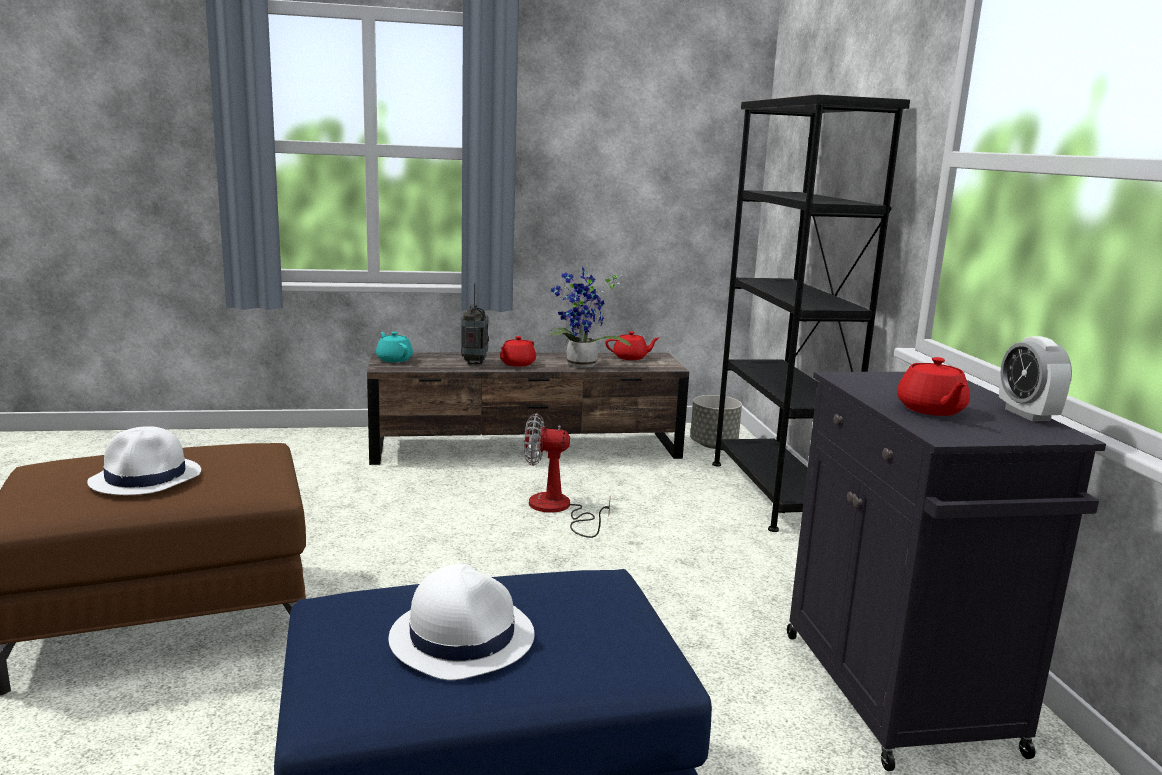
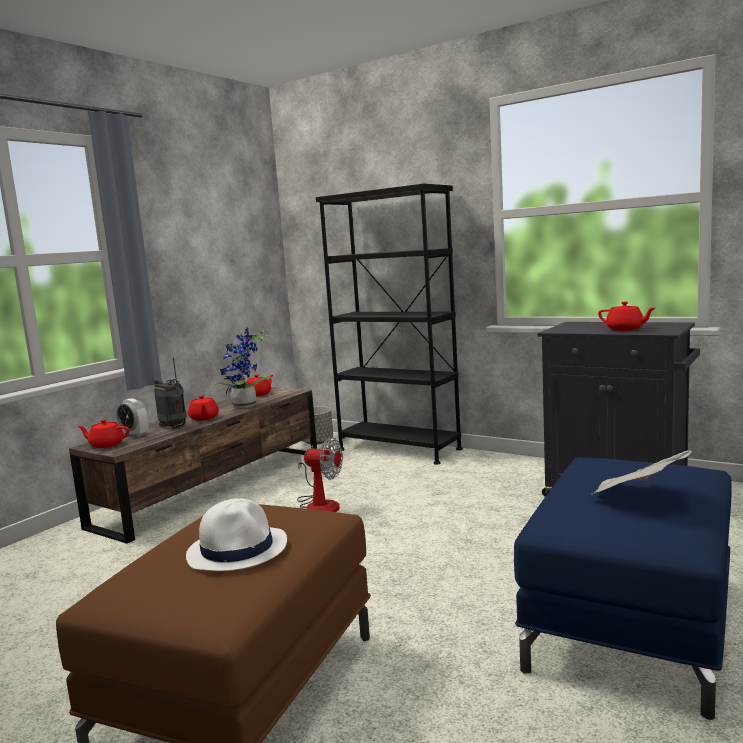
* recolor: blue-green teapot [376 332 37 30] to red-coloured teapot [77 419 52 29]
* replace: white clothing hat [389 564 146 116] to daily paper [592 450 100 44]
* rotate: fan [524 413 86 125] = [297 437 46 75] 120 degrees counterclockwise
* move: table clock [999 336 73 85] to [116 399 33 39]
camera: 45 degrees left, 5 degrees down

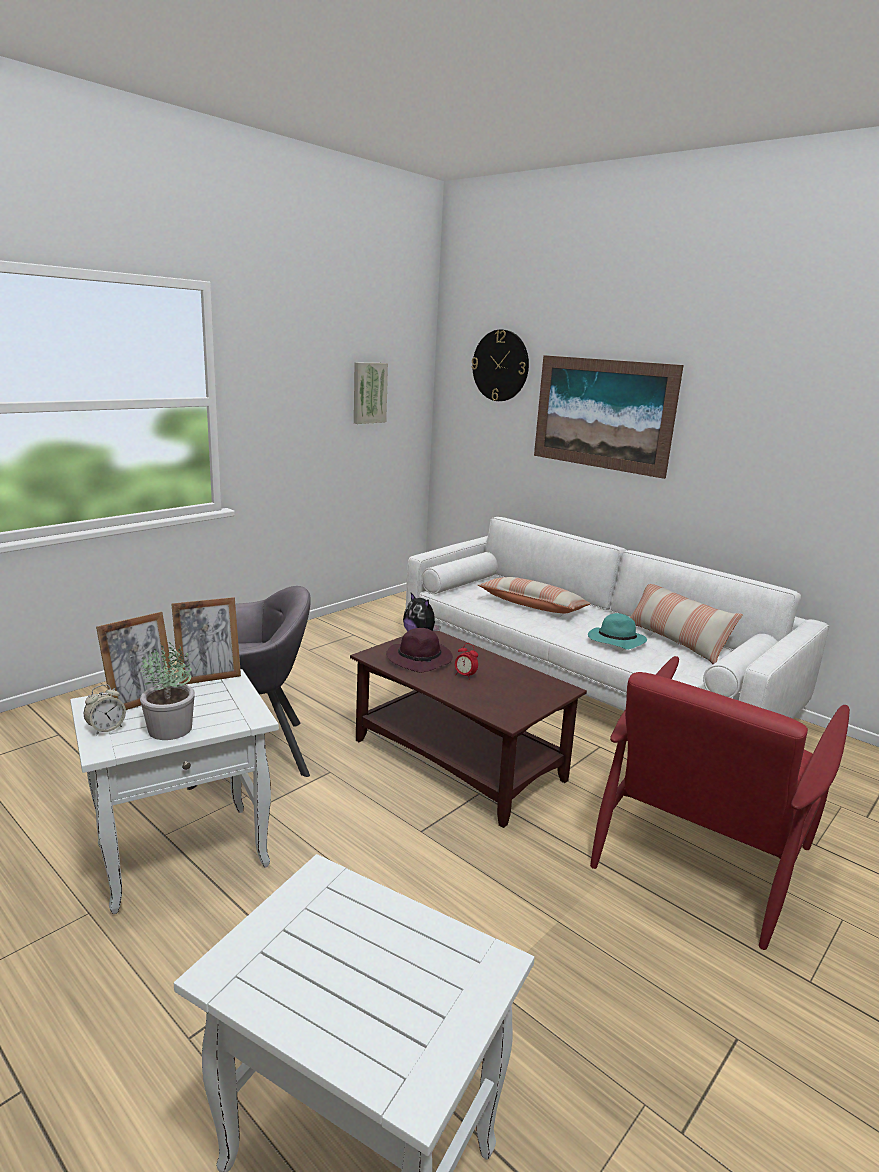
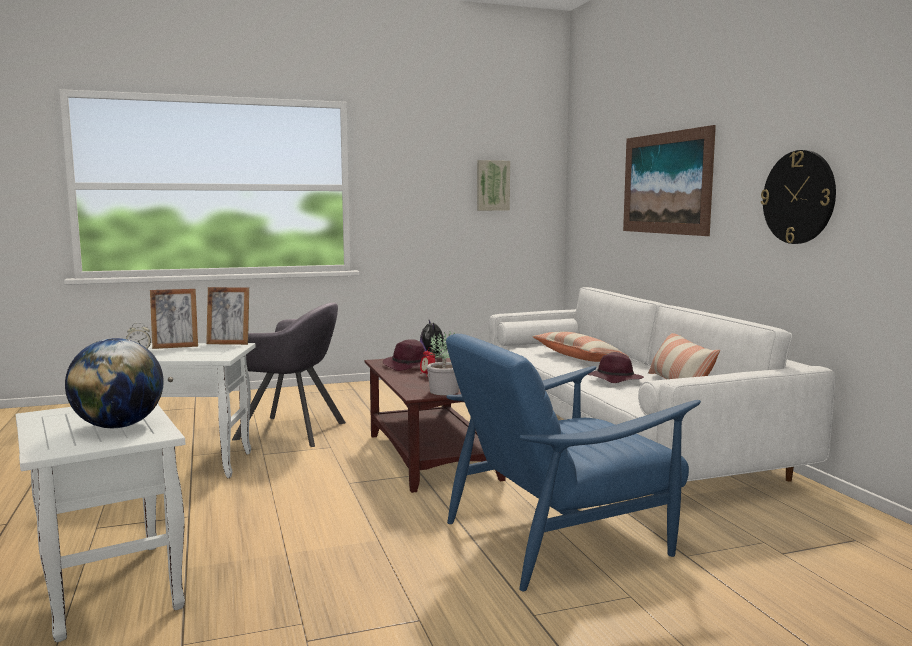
* move: plant in a pot [140 642 55 98] to [427 331 32 64]
* move: hanging clock [471 329 58 72] to [761 150 75 94]
* recolor: blue-green clothing hat [588 613 59 37] to purplish clothing hat [588 352 56 31]
* recolor: red-coloured armchair [590 656 260 294] to bluish armchair [446 334 255 257]
* insert: desk globe [65 338 99 90]
camera: 30 degrees right, 10 degrees down

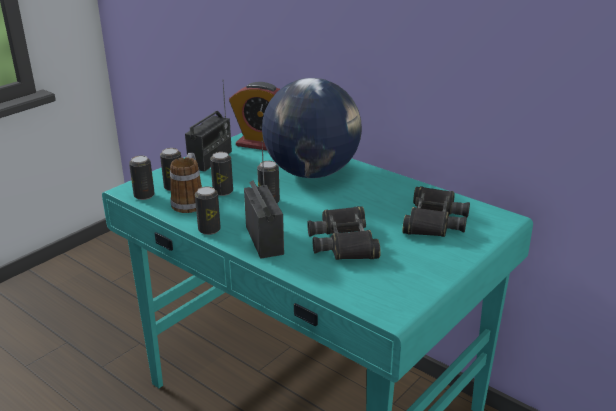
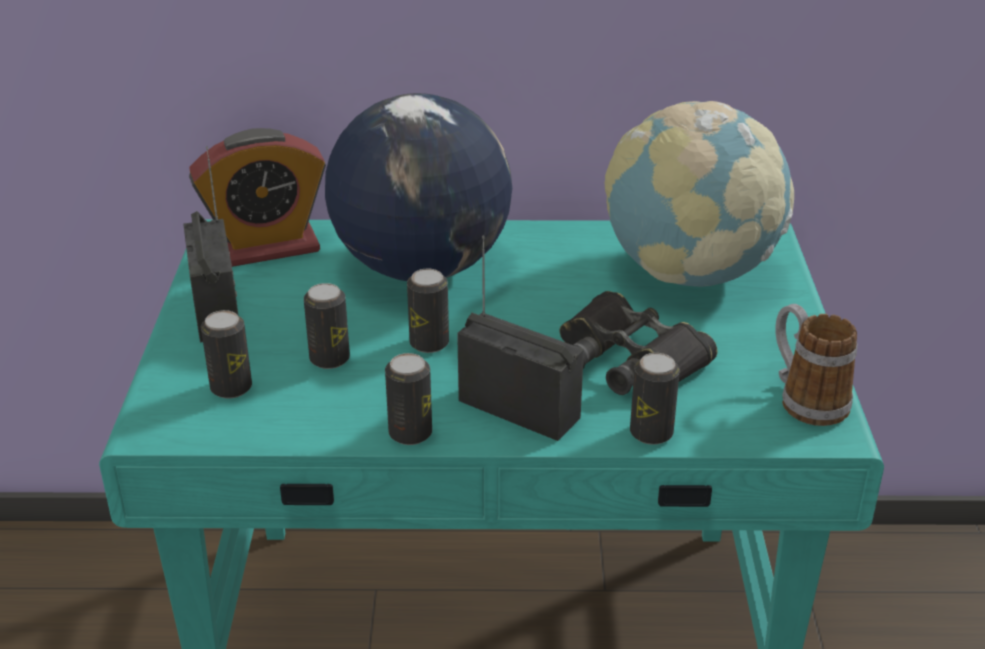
* move: can [129 155 26 45] to [630 353 50 92]
* move: mug [170 153 32 60] to [775 304 83 122]
* replace: black binoculars [402 186 68 51] to desk globe [605 101 189 186]
camera: 40 degrees left, 5 degrees up

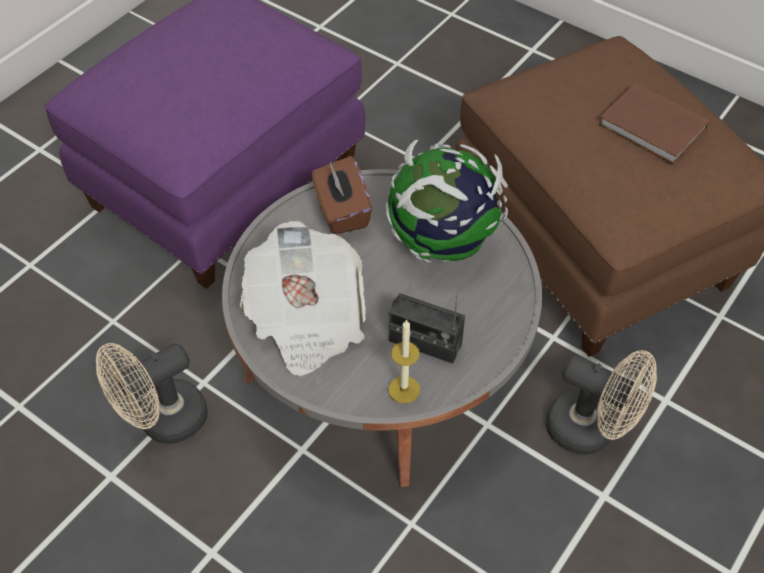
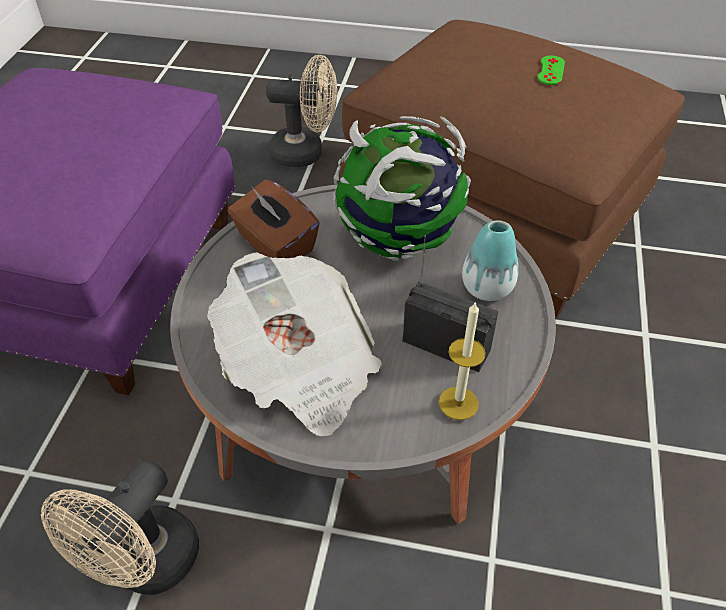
* rotate: radio receiver [389 293 76 71] = [403 235 96 137] 150 degrees counterclockwise
* move: beige fan [546 350 111 105] to [266 55 71 112]
* replace: brownish book [599 84 110 80] to green-coloured joypad [537 56 28 29]
* insert: vase [462 220 56 81]
camera: 25 degrees left, 5 degrees down

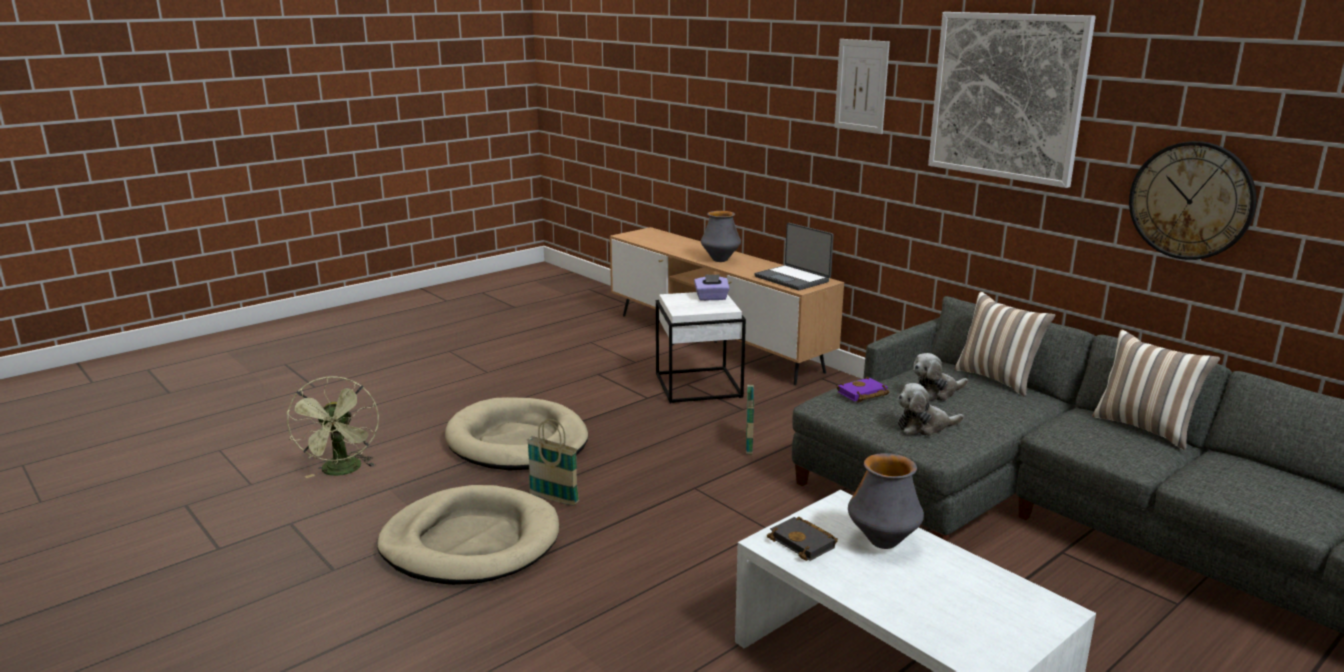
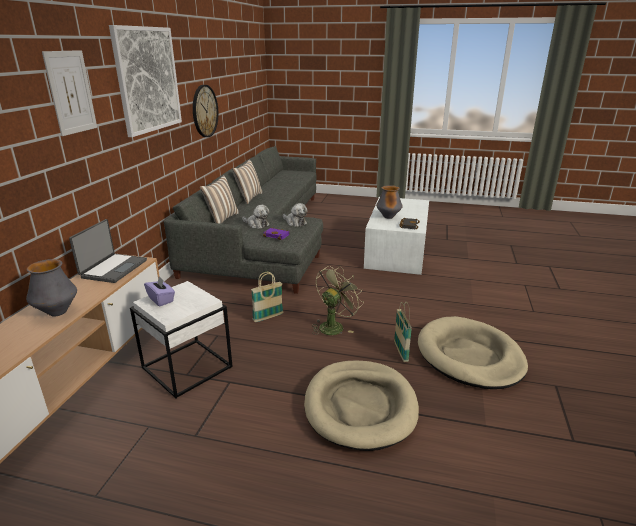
* move: green-coloured fan [286 376 93 102] to [312 266 52 69]
camera: 125 degrees left, 5 degrees up

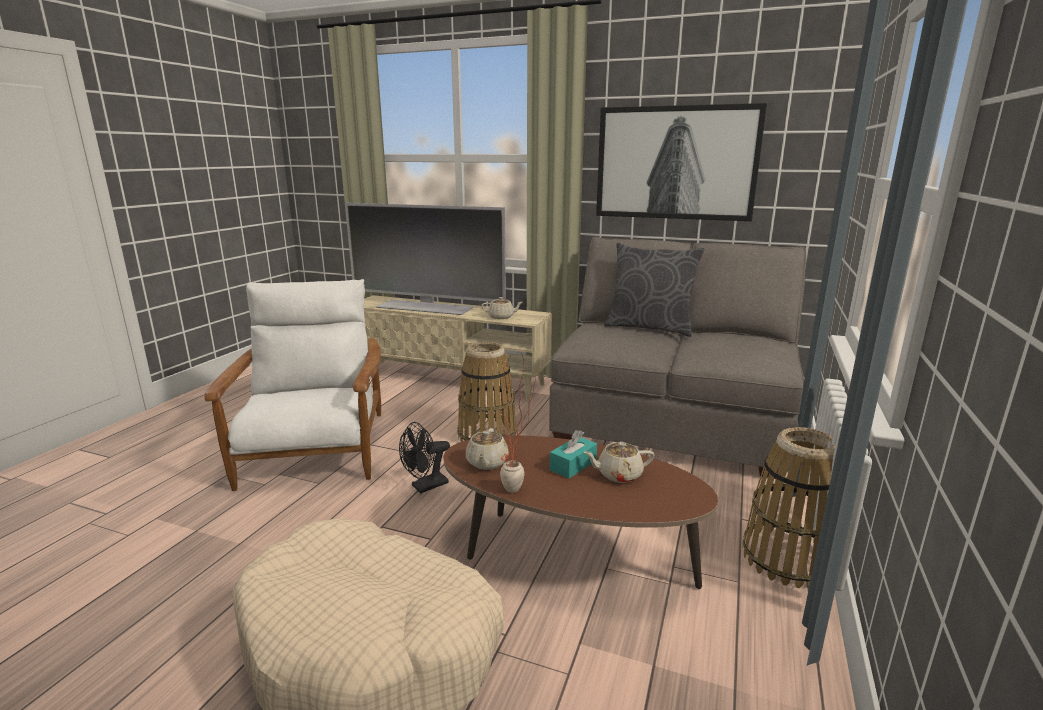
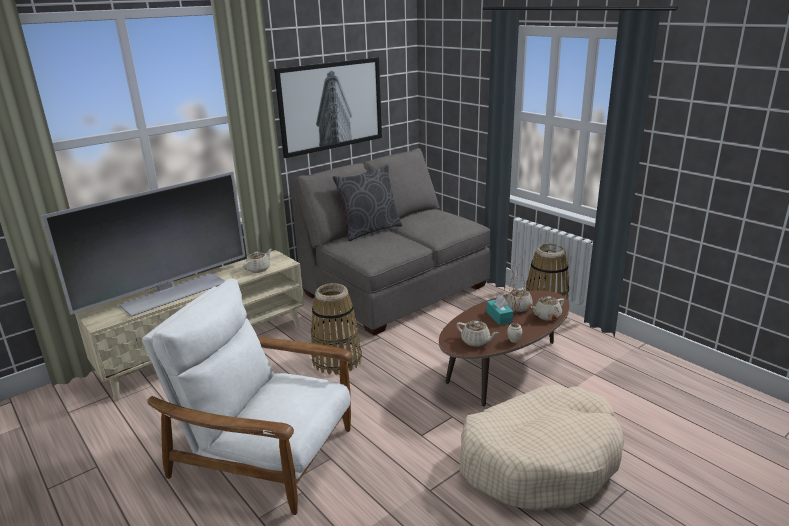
* delete: black fan [399 422 51 71]
* insert: beige teapot [531 296 34 25]
camera: 60 degrees left, 5 degrees up

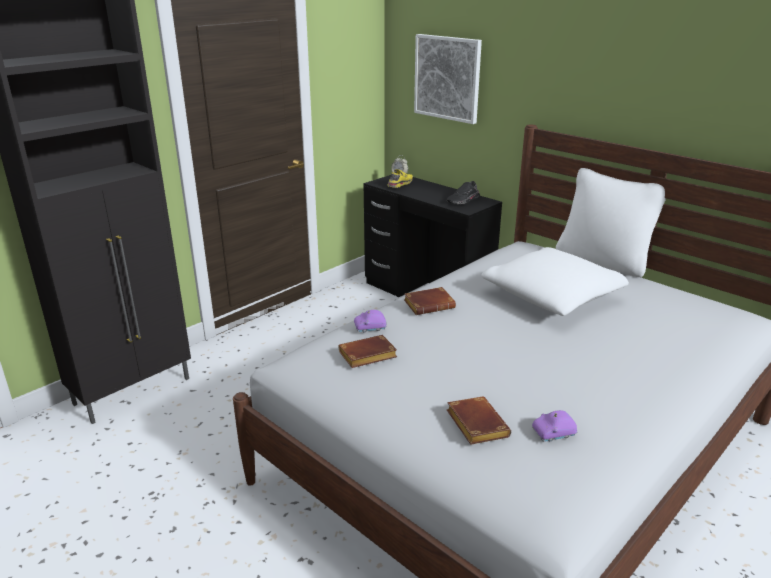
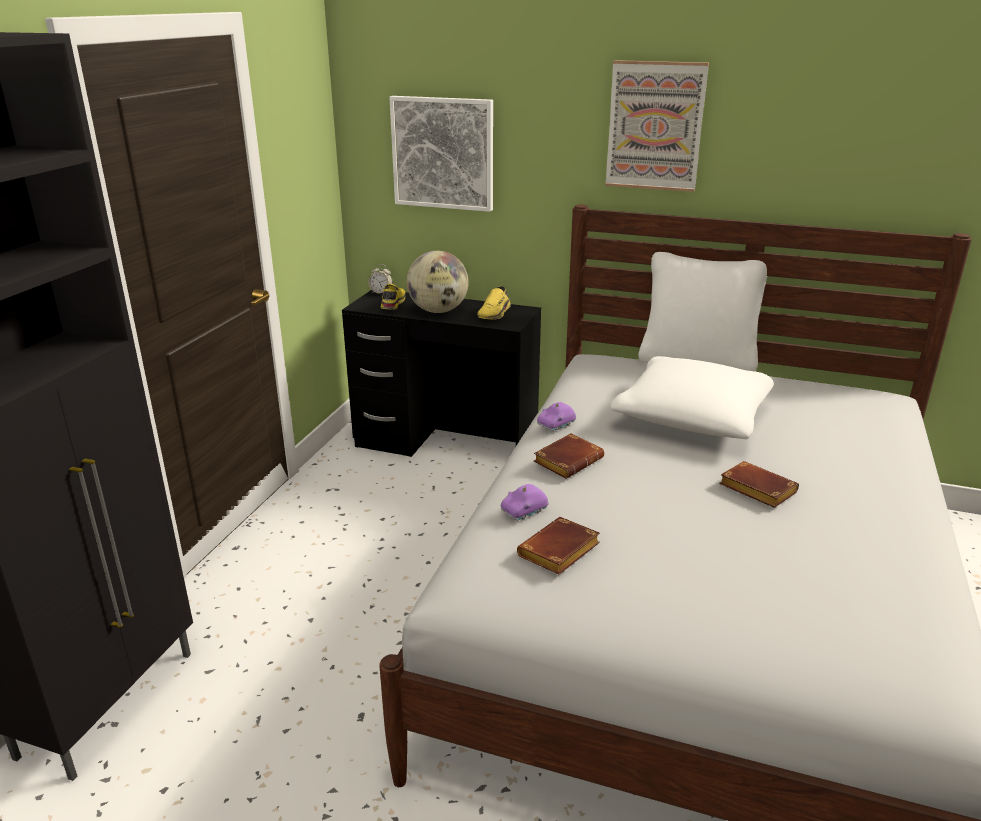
* recolor: black item of footwear [447 181 33 24] to yellow item of footwear [477 286 34 33]
* move: brownish book [447 397 64 48] to [719 461 80 47]
* move: purplish toy car [532 410 45 32] to [537 402 39 29]
* insert: desk globe [407 251 62 62]
* insert: wall picture [605 60 104 132]
camera: 25 degrees left, 0 degrees up

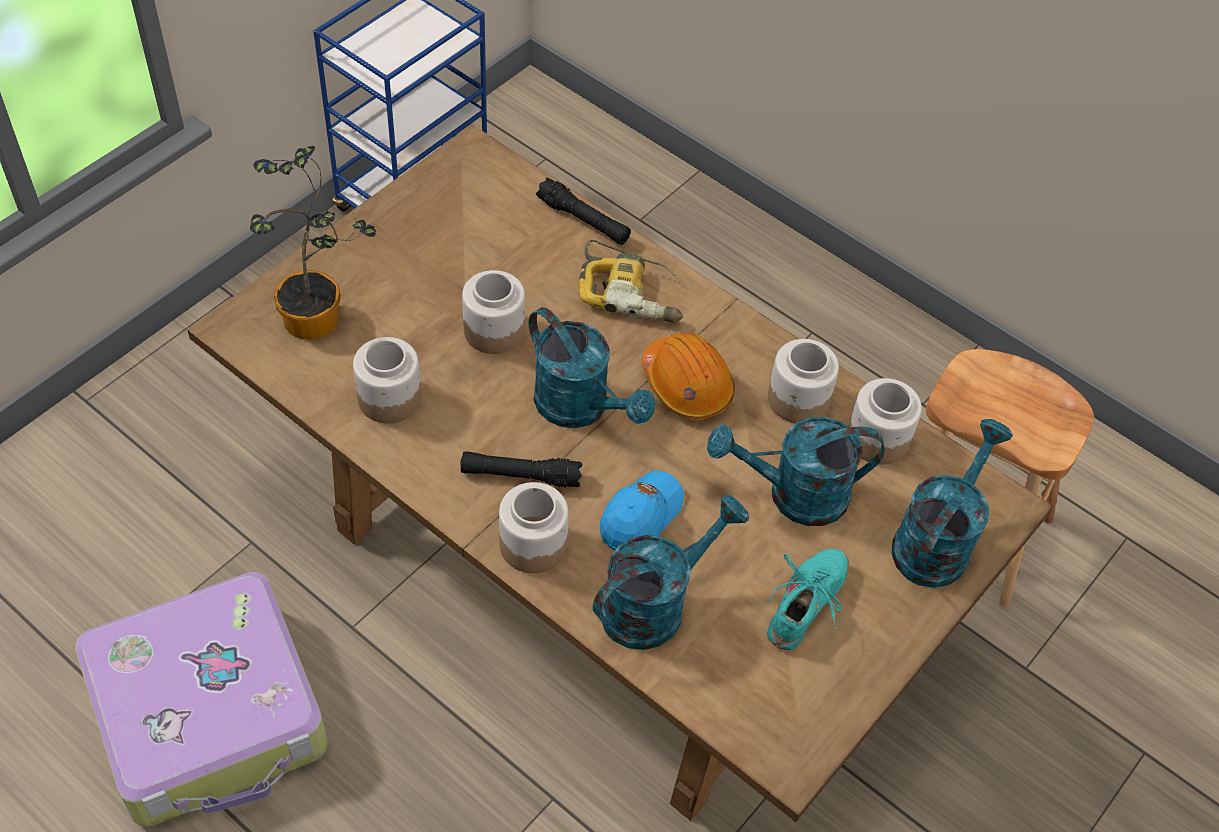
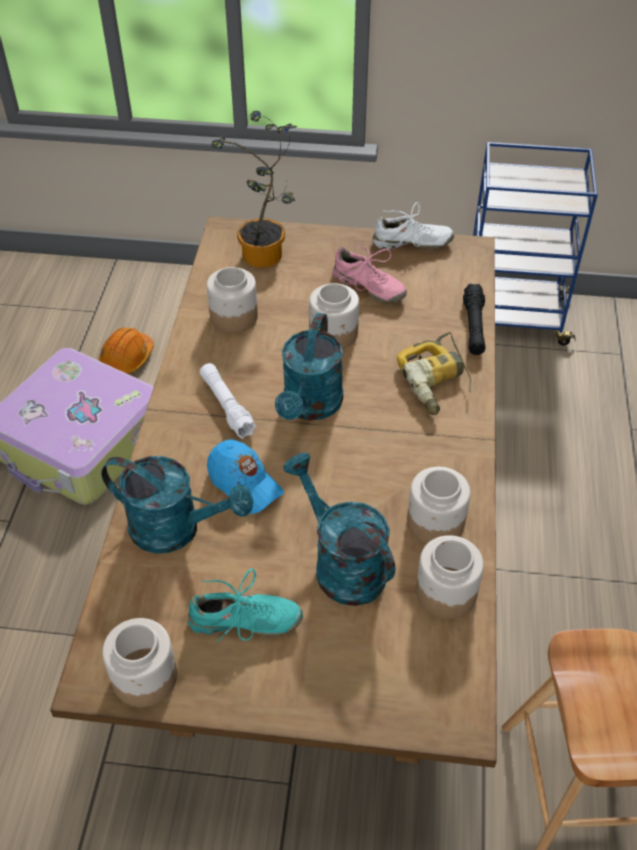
* recolor: black hand torch [460 451 122 37] to white hand torch [200 363 56 76]
* move: jar [499 482 70 91] to [102 618 75 89]
* rotate: bluish baseball cap [600 470 84 81] = [207 439 77 75] 45 degrees clockwise
* move: orangey work helmet [642 333 93 86] to [99 327 55 47]
* delete: blue-green watering can [891 419 122 169]
* insert: pinkish item of footwear [333 243 74 59]
* insert: white item of footwear [372 202 82 48]
camera: 60 degrees right, 5 degrees down

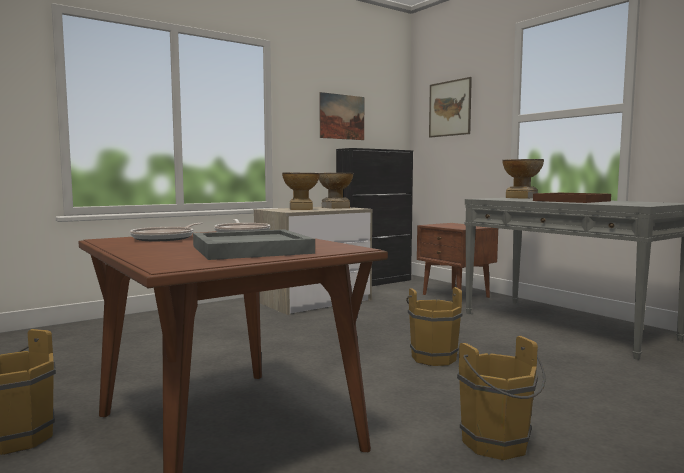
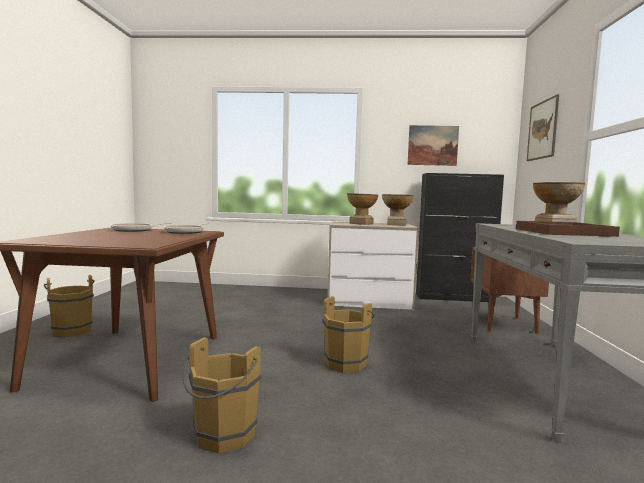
* delete: grey carrying tray [193 229 122 31]
camera: 40 degrees right, 0 degrees up

